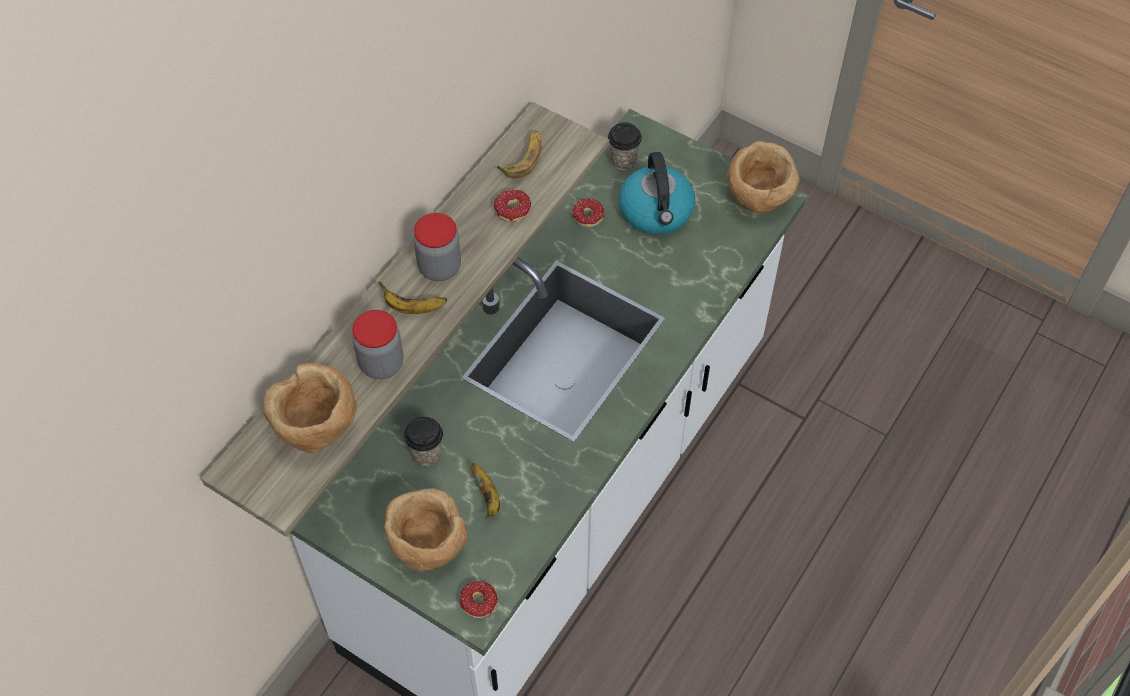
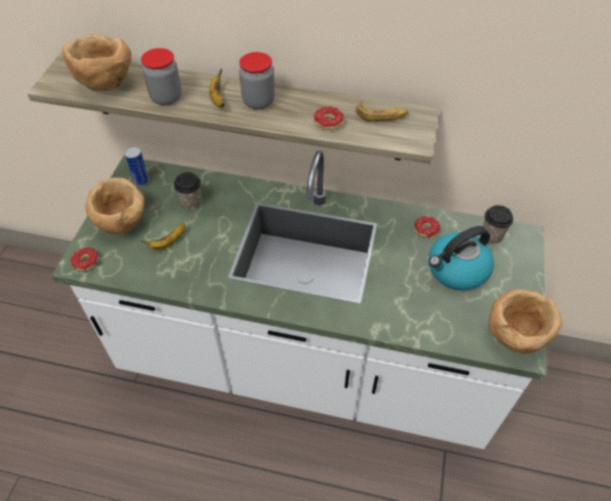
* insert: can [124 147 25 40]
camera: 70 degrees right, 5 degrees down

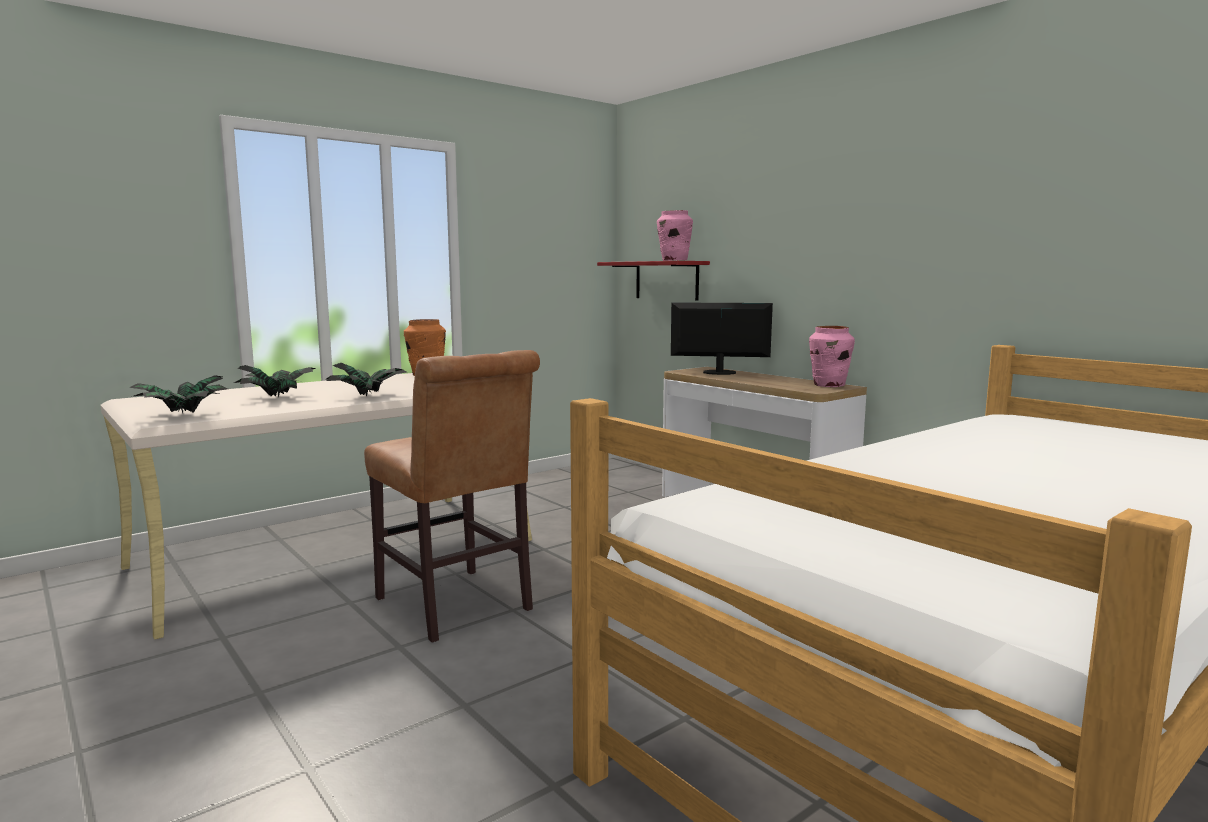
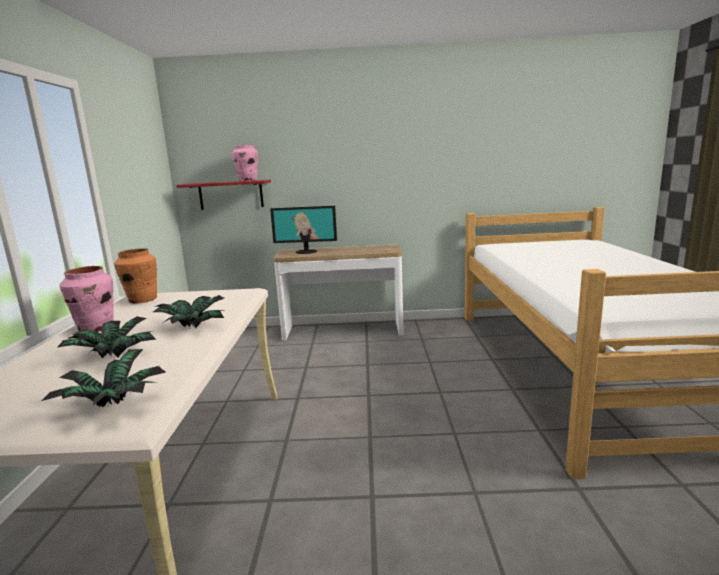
* delete: brownish plain chair [364 350 176 293]
* rotate: computer screen [671 302 102 73] = [270 206 67 48] 135 degrees counterclockwise
* move: pinkish vase [809 326 46 61] to [59 266 55 66]
camera: 50 degrees left, 5 degrees up

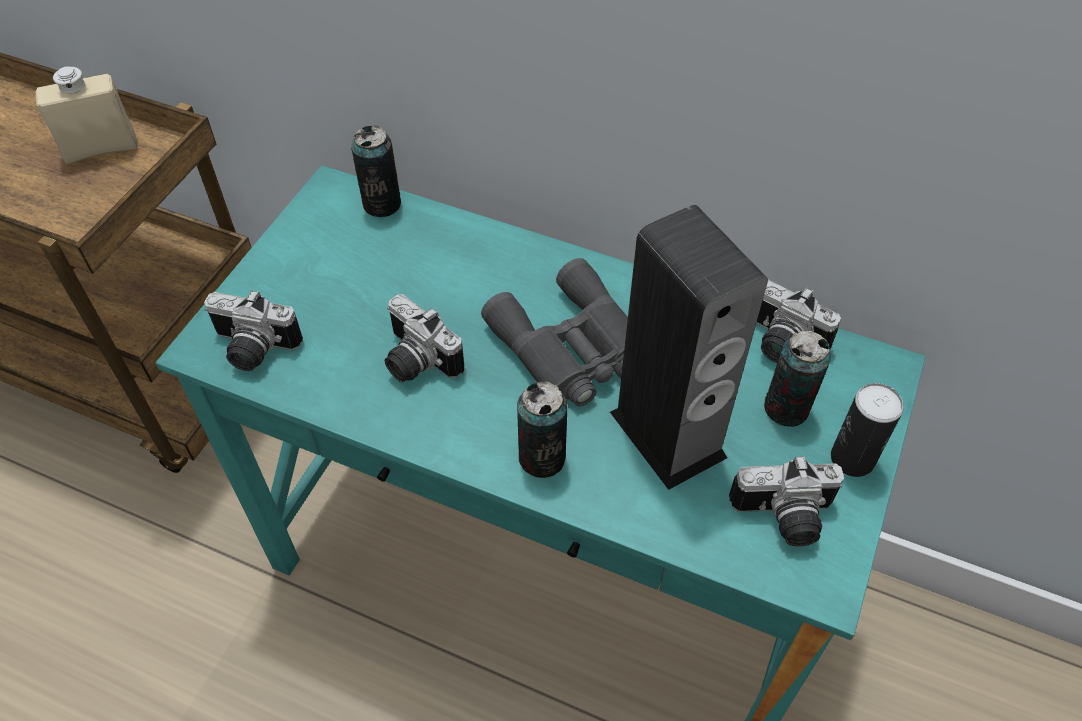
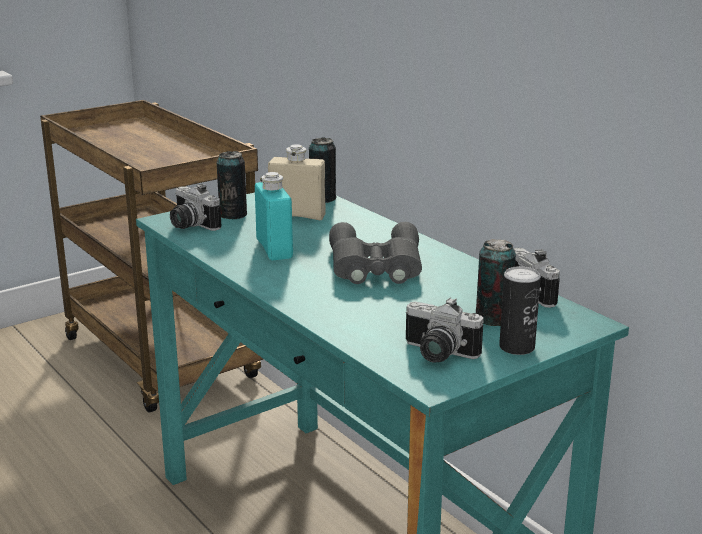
* move: beige bottle [36 66 101 98] to [268 144 58 76]
* replace: photo camera [385 294 79 88] to blue-green bottle [255 172 38 88]
* move: can [517 381 50 97] to [216 151 31 68]
* delete: speaker [610 205 158 285]
camera: 30 degrees right, 30 degrees down

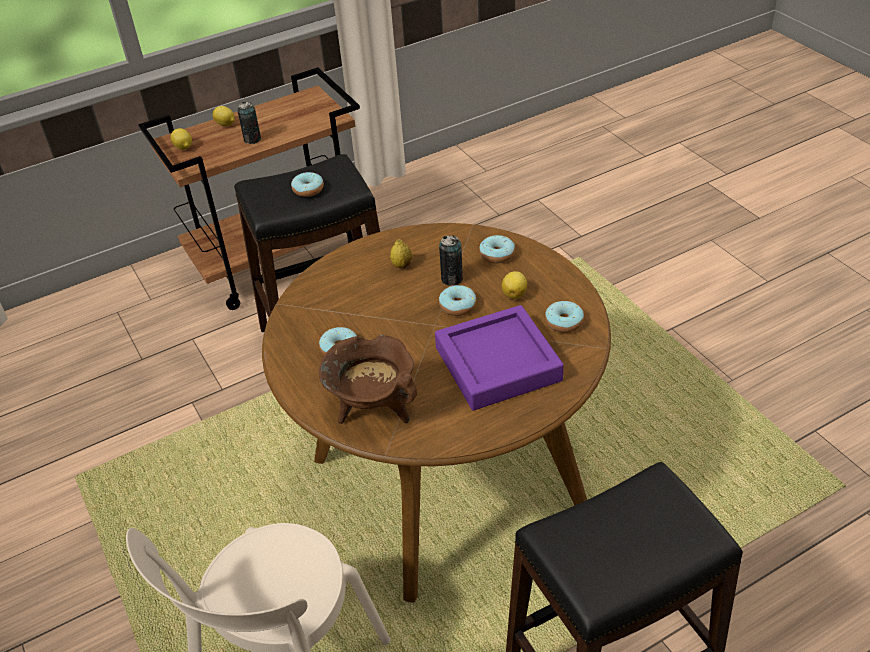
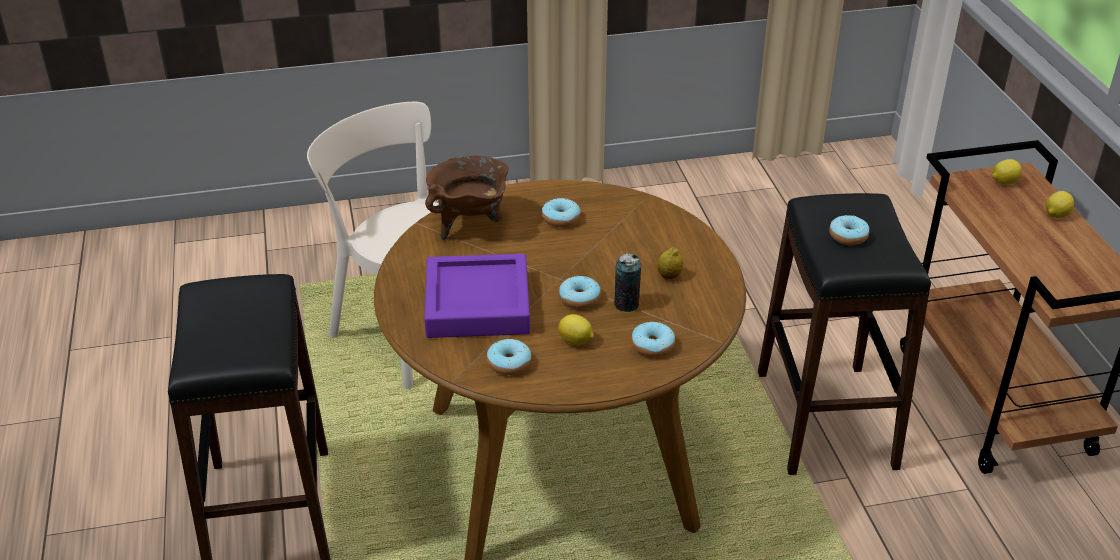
* delete: can [238 102 23 42]
camera: 105 degrees right, 5 degrees down

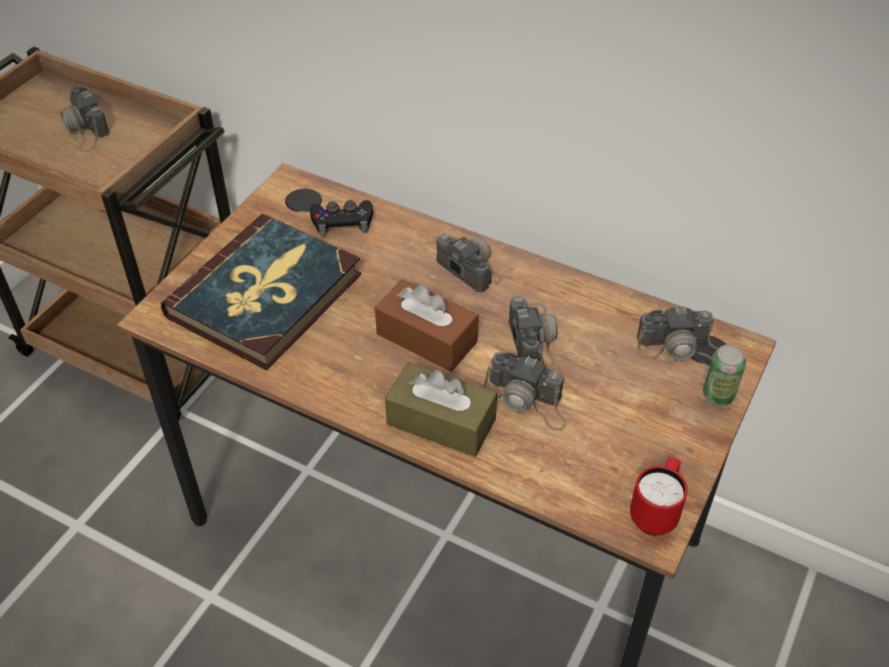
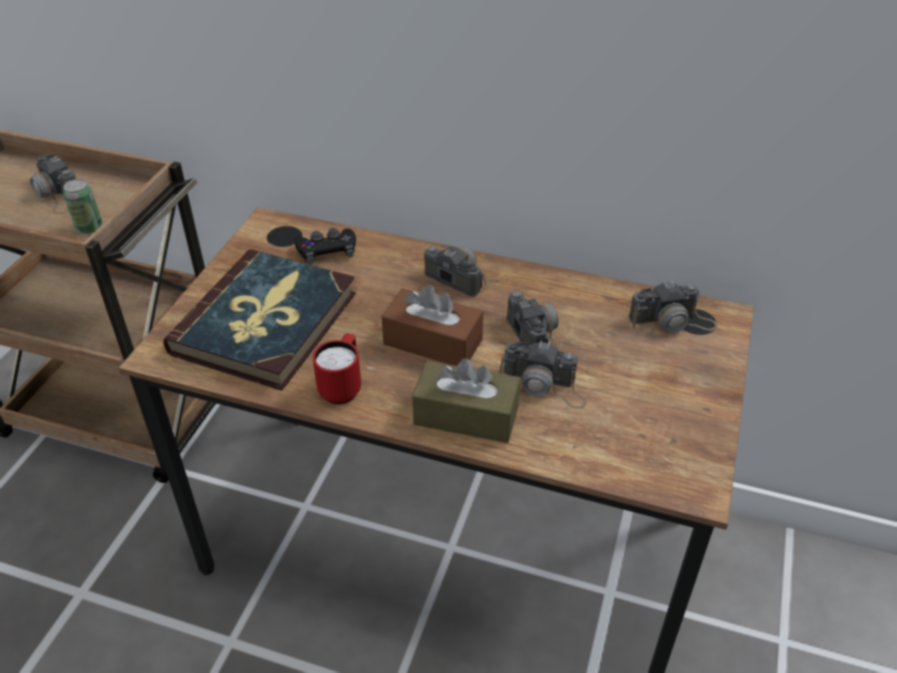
* move: red-coloured mug [630 457 58 78] to [313 333 48 71]
* move: can [703 344 43 61] to [63 179 39 55]
camera: 10 degrees left, 5 degrees down

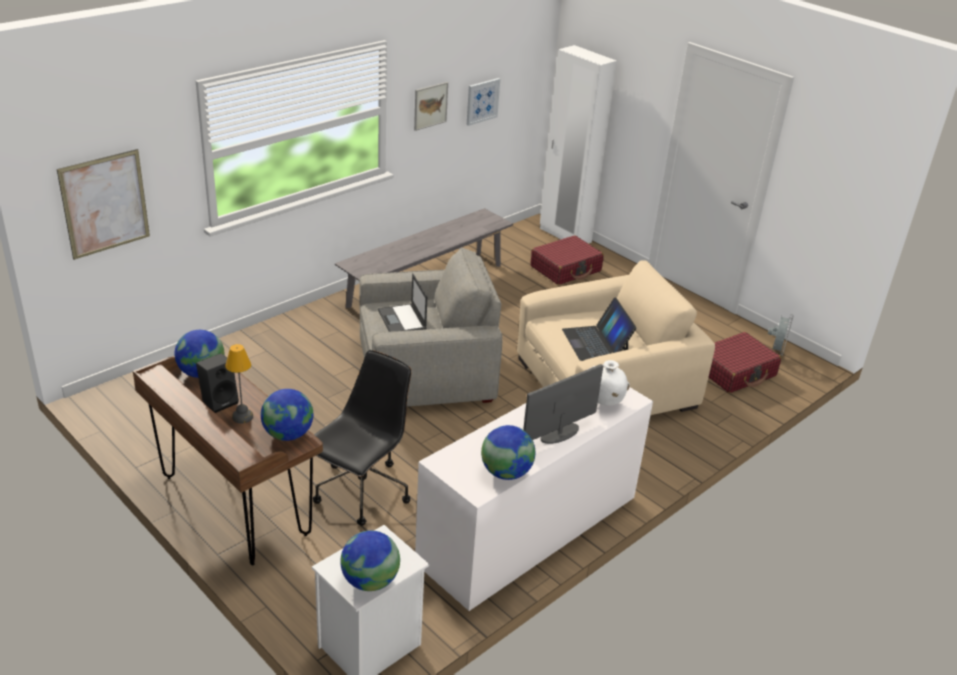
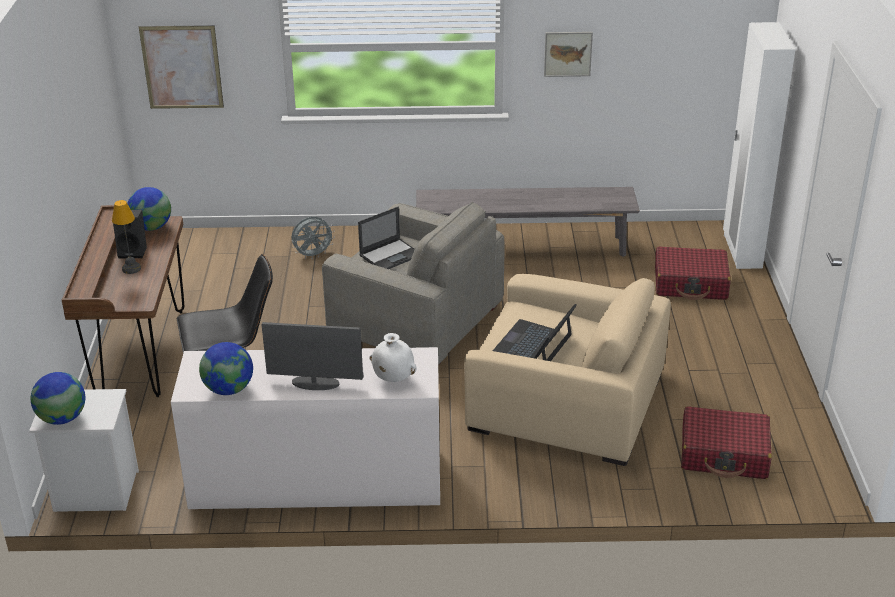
* delete: desk globe [261 389 52 52]
* rotate: laptop [378 273 49 59] = [358 206 57 63] 150 degrees counterclockwise
* delete: wall picture [467 78 33 48]
* move: grey fan [768 314 25 42] to [292 217 43 42]
camera: 45 degrees right, 0 degrees up

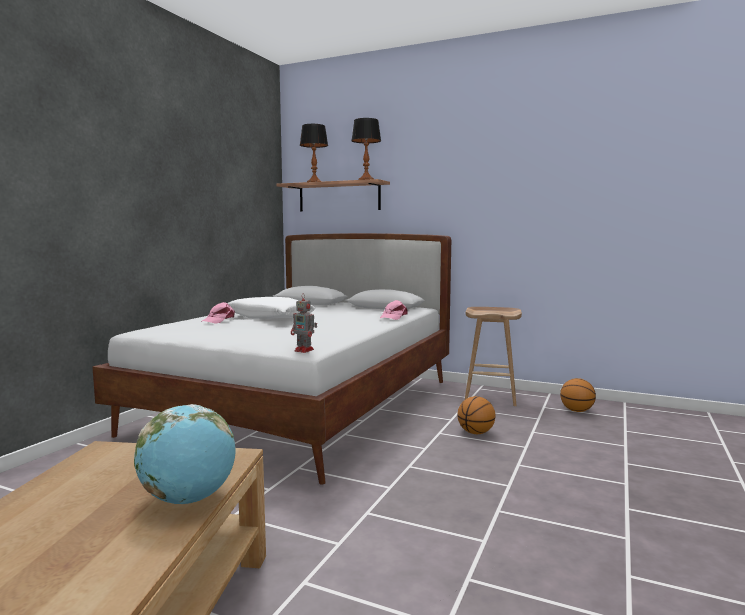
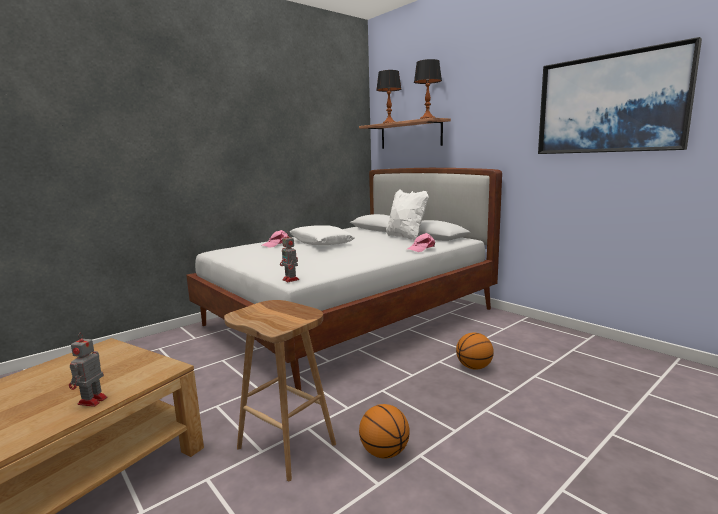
* replace: desk globe [134 404 101 100] to model robot [69 333 39 74]
* move: brownish sitting stool [465 307 57 99] to [224 300 112 181]
* move: ball for basketball [560 378 36 34] to [359 404 51 55]
* insert: white pillow [386 190 43 51]
* insert: wall picture [538 37 164 117]
camera: 25 degrees right, 5 degrees up

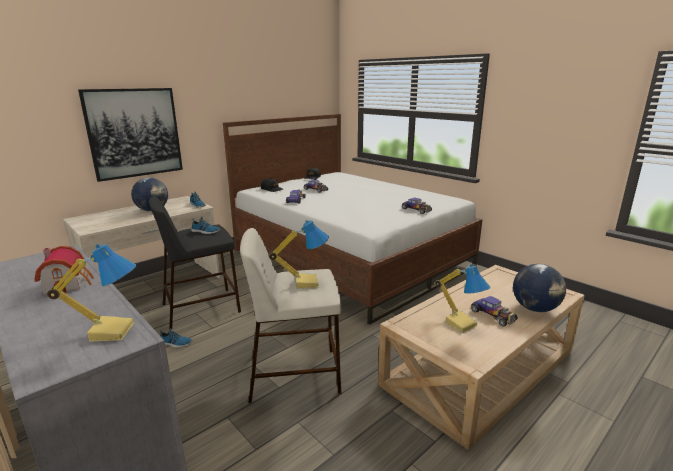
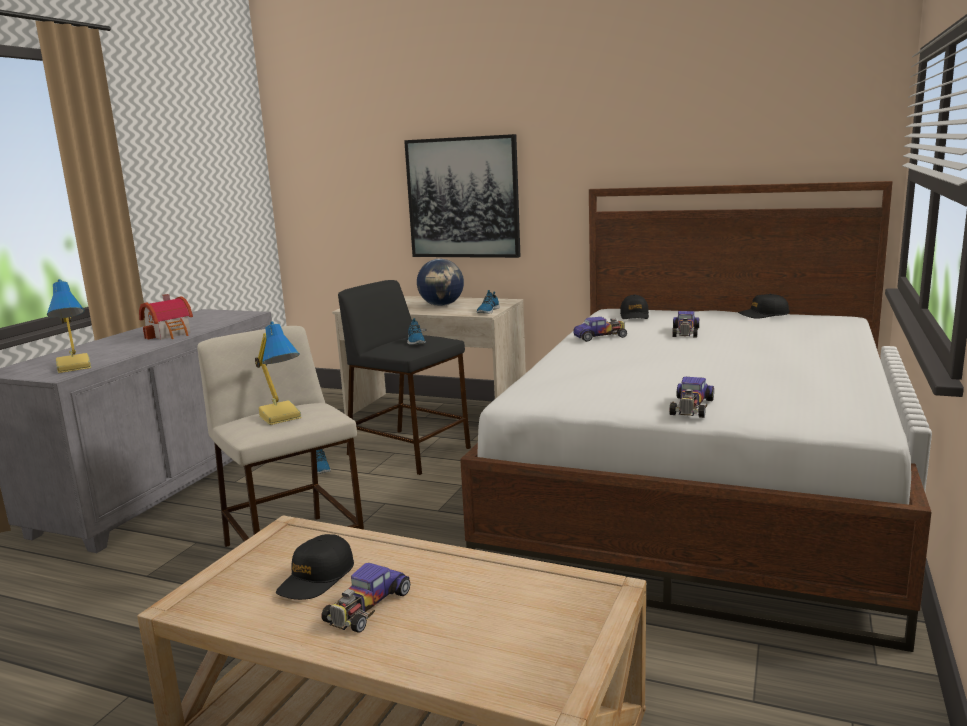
* replace: table lamp [435 264 56 69] to black baseball cap [276 534 78 66]
* delete: desk globe [513 264 53 48]
camera: 65 degrees right, 5 degrees down

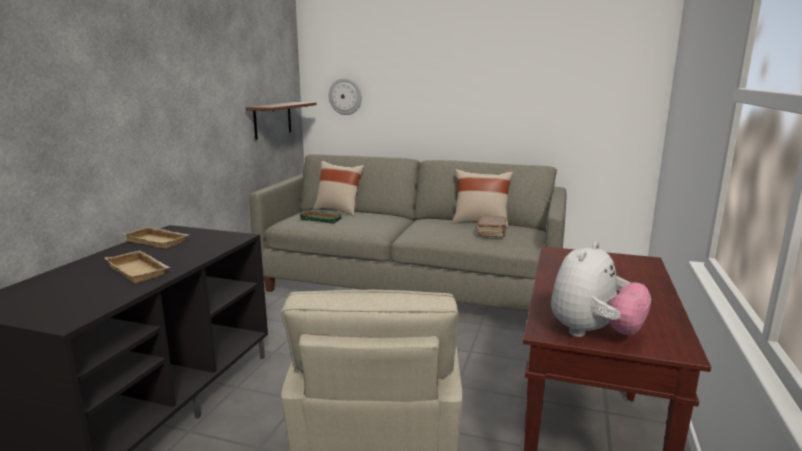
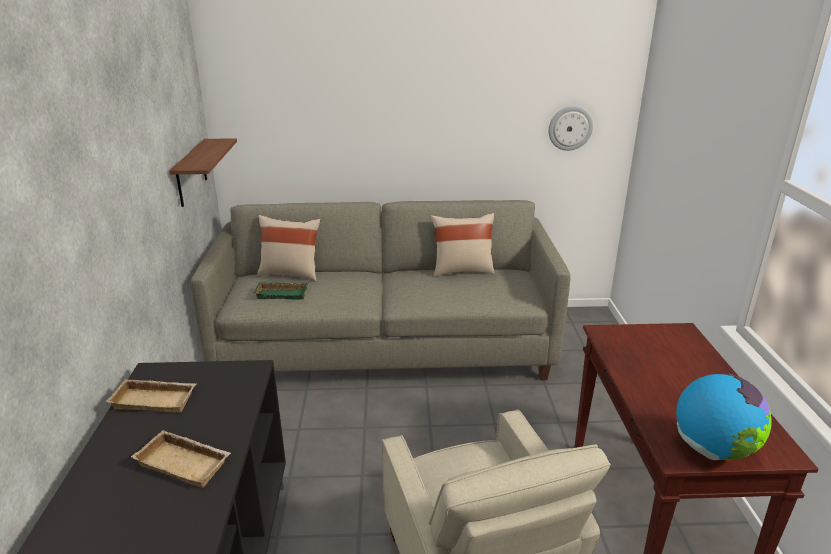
* move: hanging clock [329 78 33 37] to [549 106 44 45]
* delete: brownish book [477 215 30 23]
* replace: cuddly toy [551 241 100 96] to desk globe [676 374 96 86]
camera: 20 degrees left, 10 degrees up

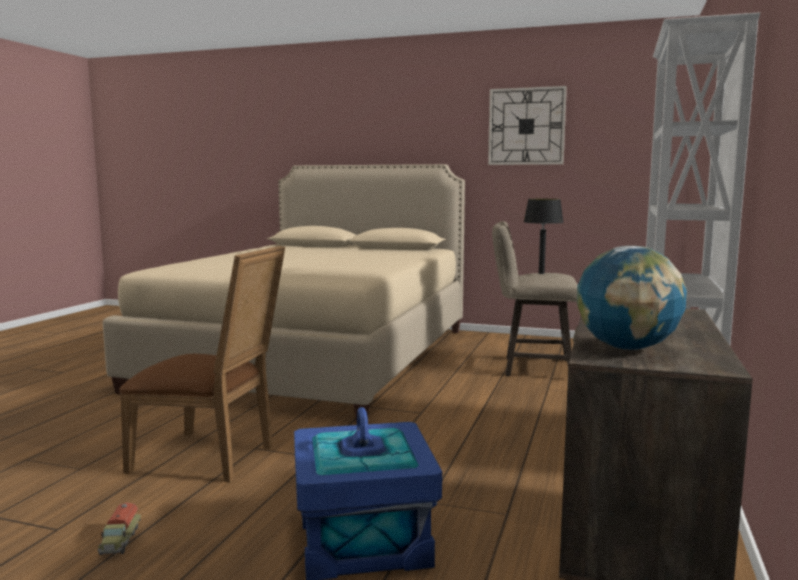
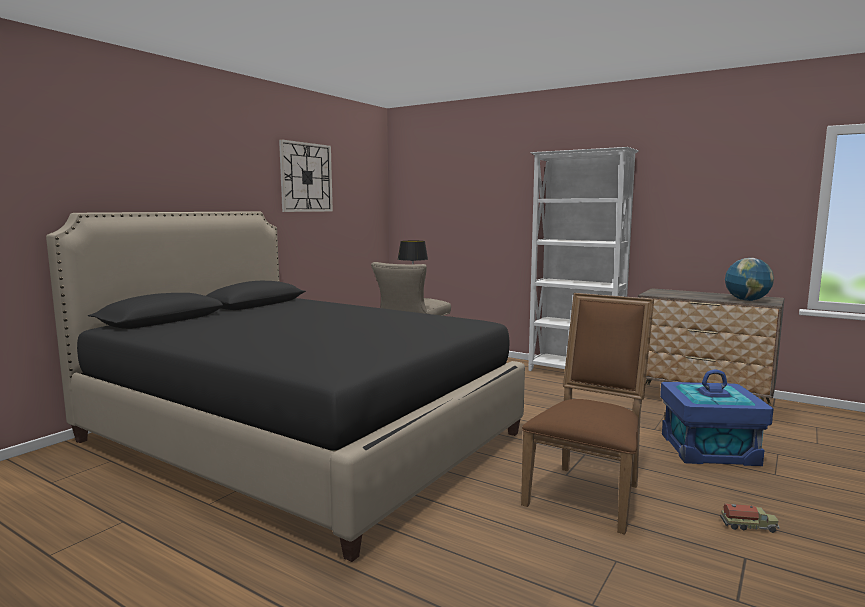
* recolor: beige bedroom bed [103 164 362 259] to black bedroom bed [46 211 479 351]
camera: 75 degrees left, 0 degrees up

